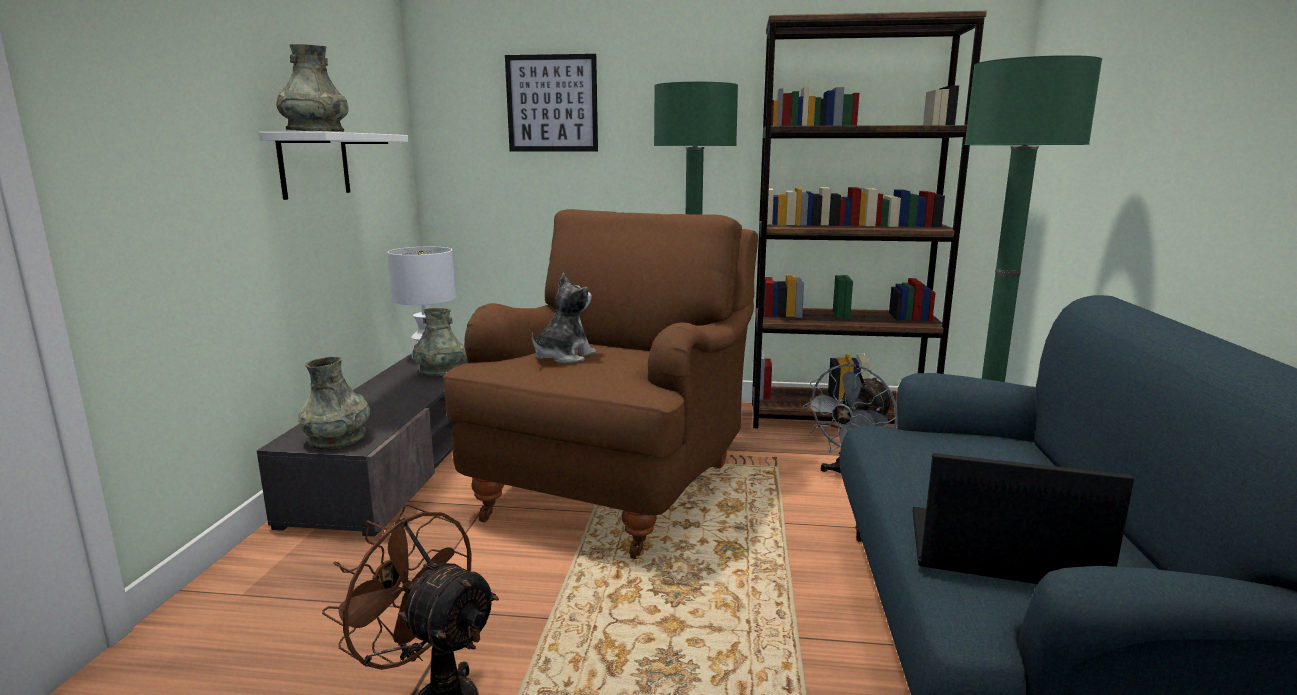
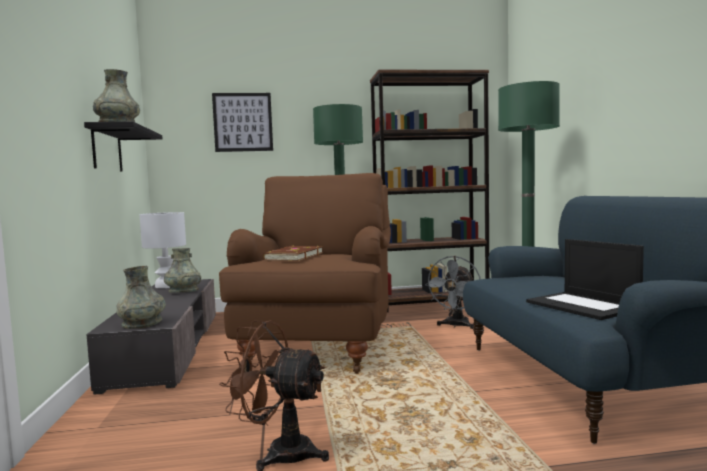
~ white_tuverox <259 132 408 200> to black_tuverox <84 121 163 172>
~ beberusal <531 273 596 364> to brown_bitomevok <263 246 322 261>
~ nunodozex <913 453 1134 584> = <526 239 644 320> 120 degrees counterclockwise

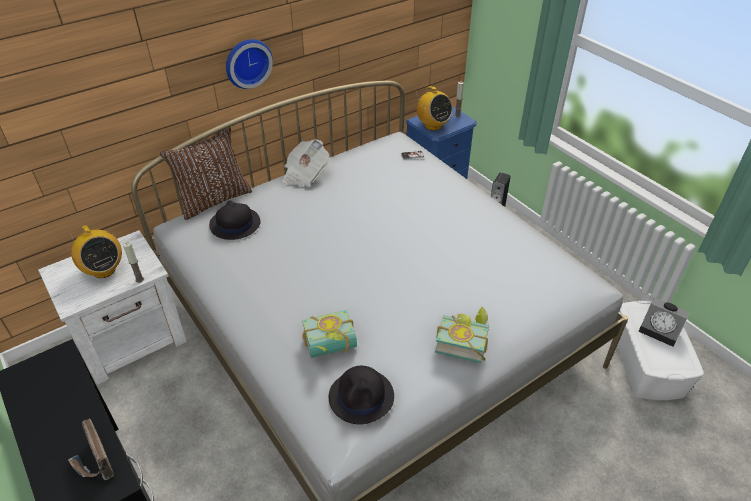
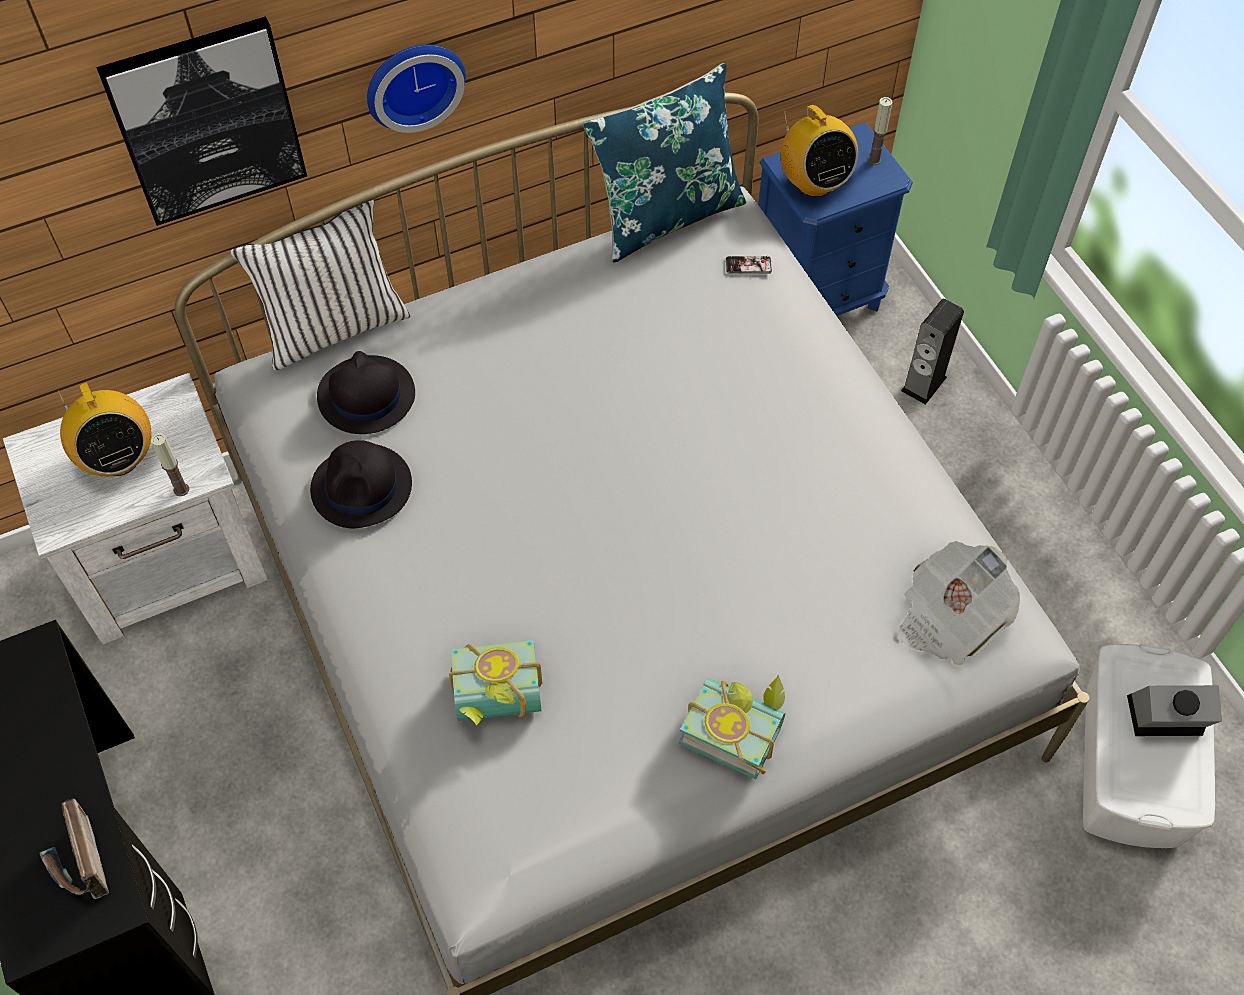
~ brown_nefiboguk <160 127 252 220> to white_nefiboguk <230 199 411 370>
~ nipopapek <282 139 329 187> to <897 541 1020 666>
~ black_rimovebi <329 366 394 425> to <310 440 412 528>
~ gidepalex <638 298 689 347> = <1127 685 1222 736> 135 degrees clockwise
+ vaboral <96 16 307 226>
+ blue_nefiboguk <583 63 746 263>

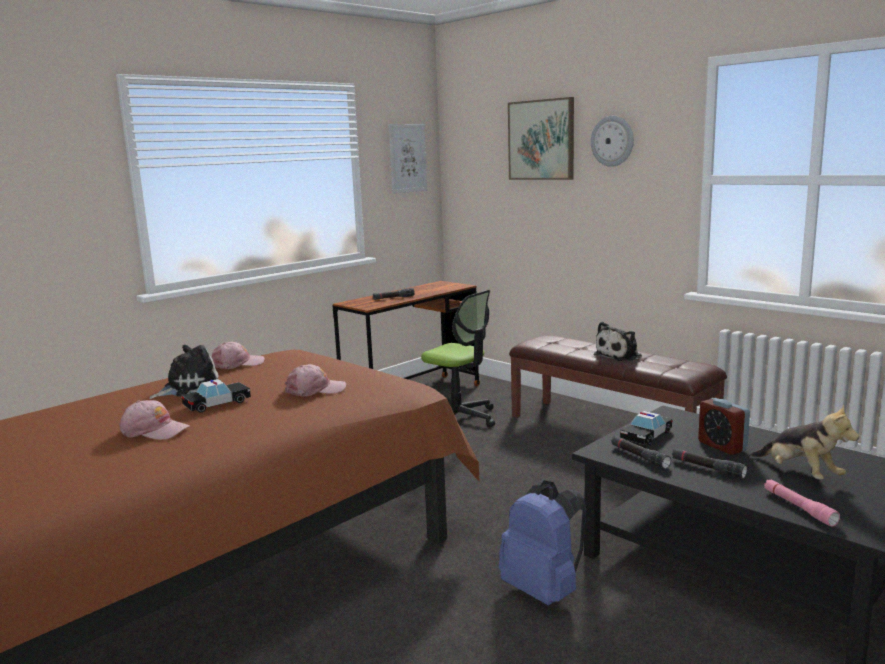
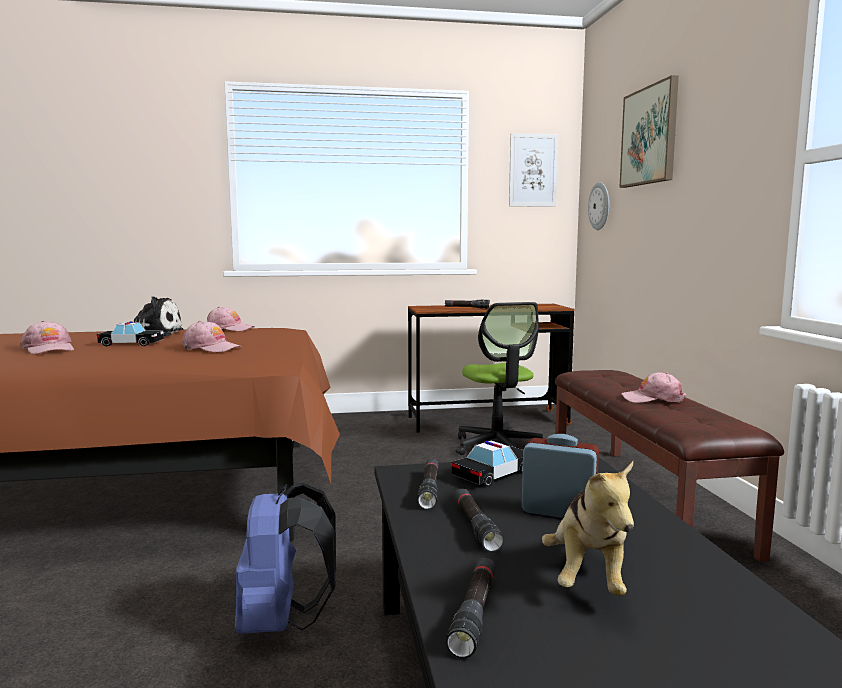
~ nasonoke <591 116 634 167> to <588 182 609 230>
~ beberusal <594 322 642 361> to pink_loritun <621 372 686 403>
~ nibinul <620 411 672 445> = <452 441 523 487> 150 degrees clockwise
~ gidepalex <698 398 750 455> = <522 434 599 518> 105 degrees clockwise
~ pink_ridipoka <764 480 840 526> to black_ridipoka <446 557 495 658>

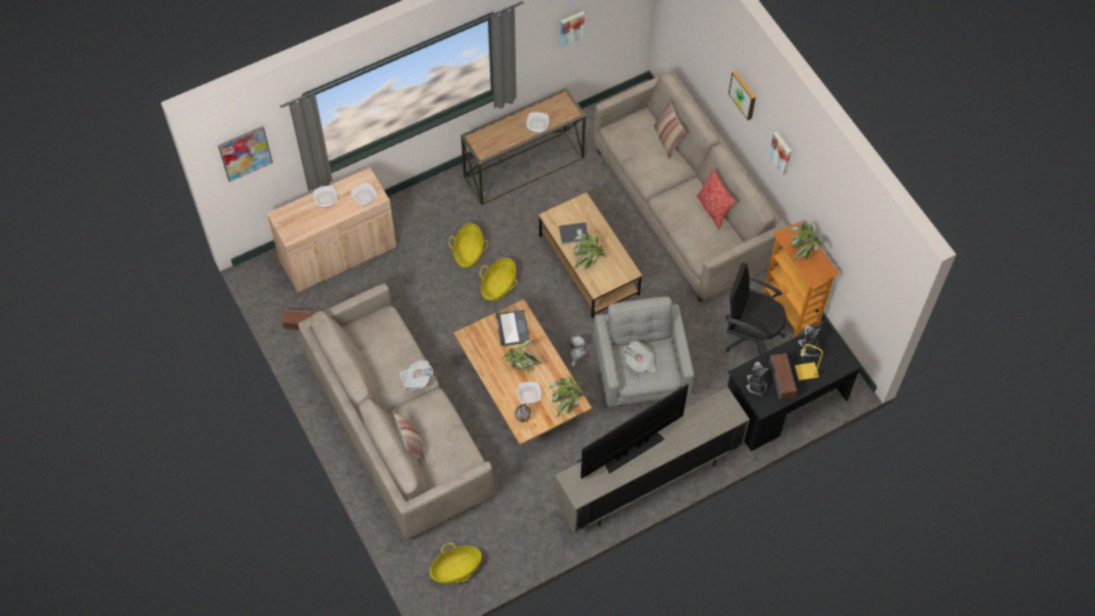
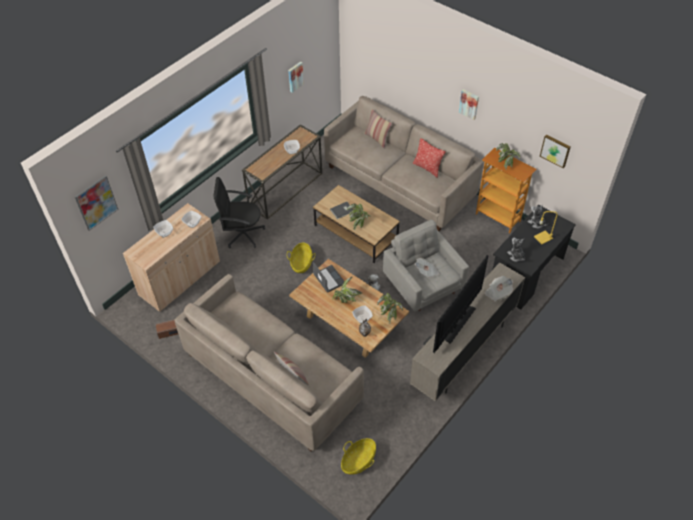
~ nipopapek <400 360 433 390> to <484 276 513 302>
- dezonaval <449 223 488 268>
~ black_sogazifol <725 263 786 355> to <213 177 265 248>
~ vaboral <728 71 756 120> to <540 135 571 168>
- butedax <769 353 797 400>

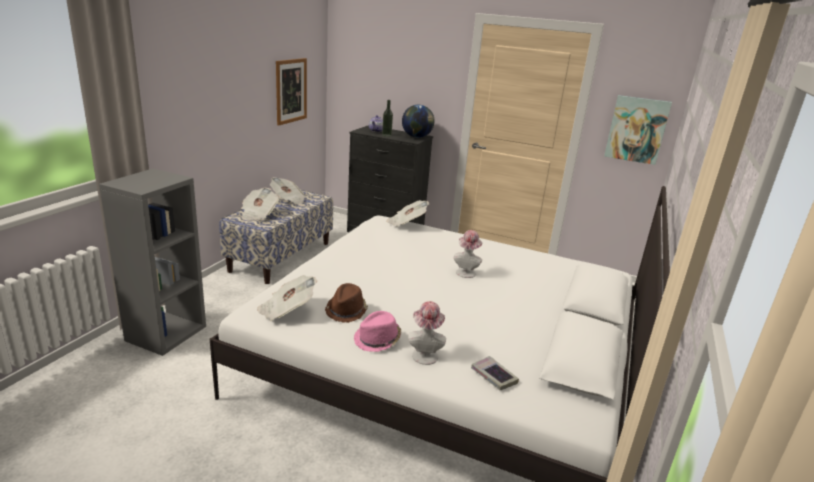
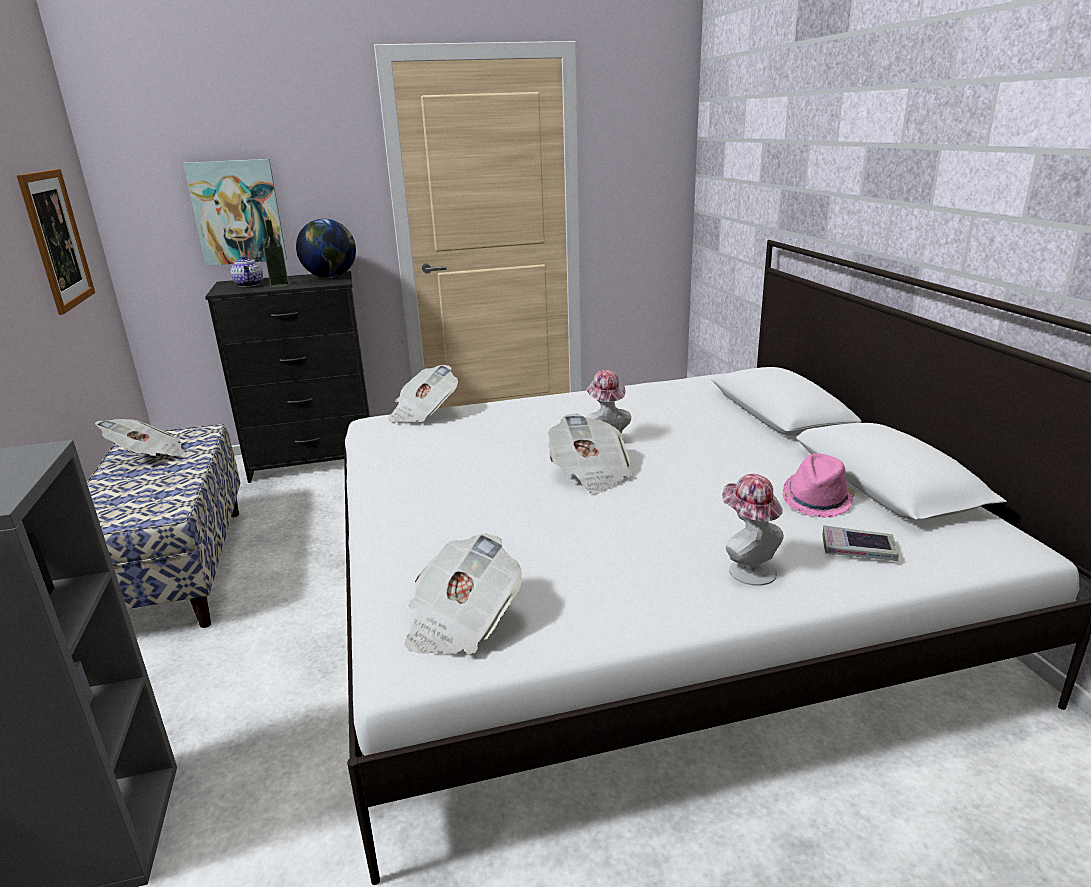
~ nipopapek <241 188 279 220> to <548 414 632 494>
- brown_rimovebi <325 283 368 323>
~ pink_rimovebi <354 311 401 352> to <782 453 855 518>
~ vaboral <604 95 672 165> to <183 159 287 266>

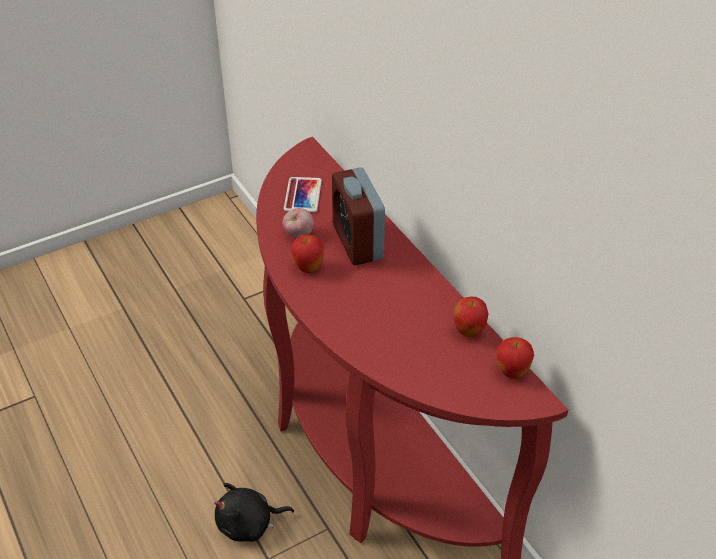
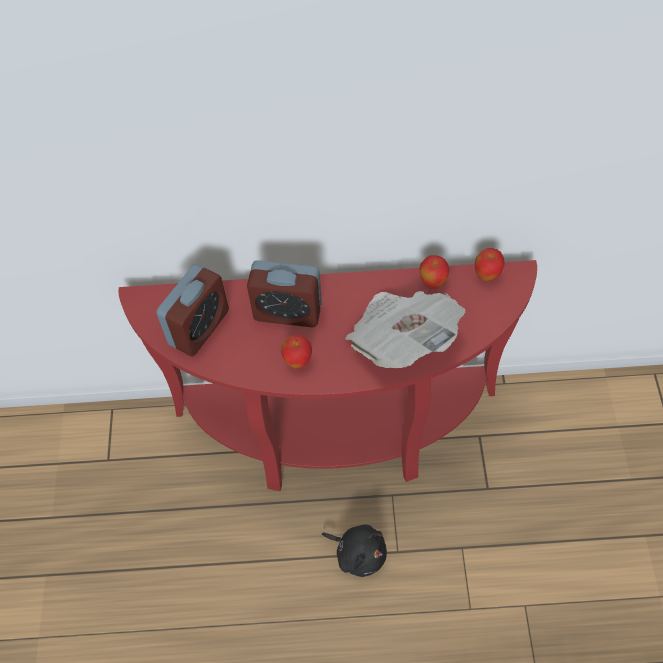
~ black_beberusal <214 483 294 542> = <322 524 387 577> 75 degrees counterclockwise
- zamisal <283 208 314 238>
~ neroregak <284 177 322 212> to gidepalex <156 264 229 357>
+ nipopapek <345 291 466 368>

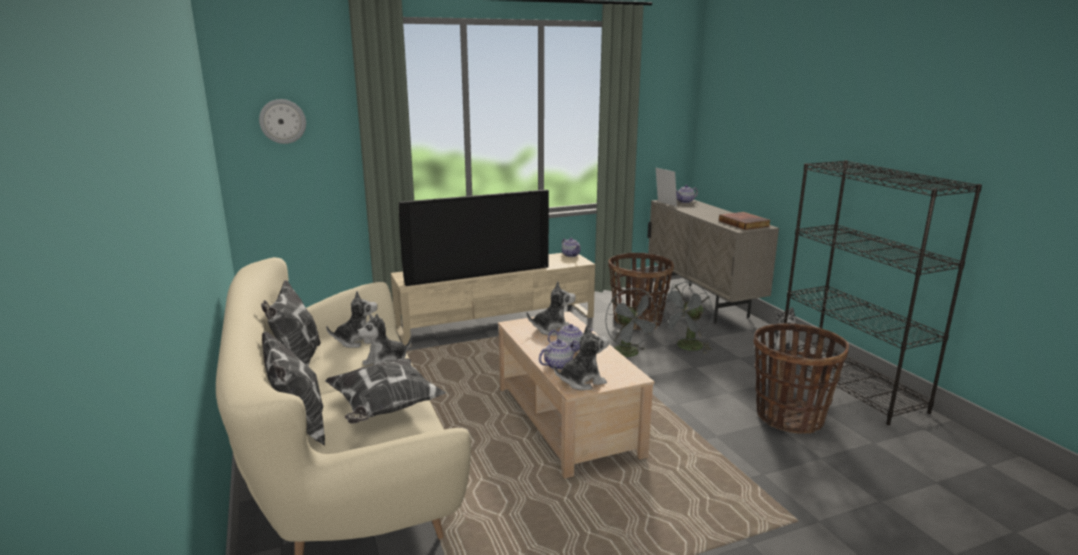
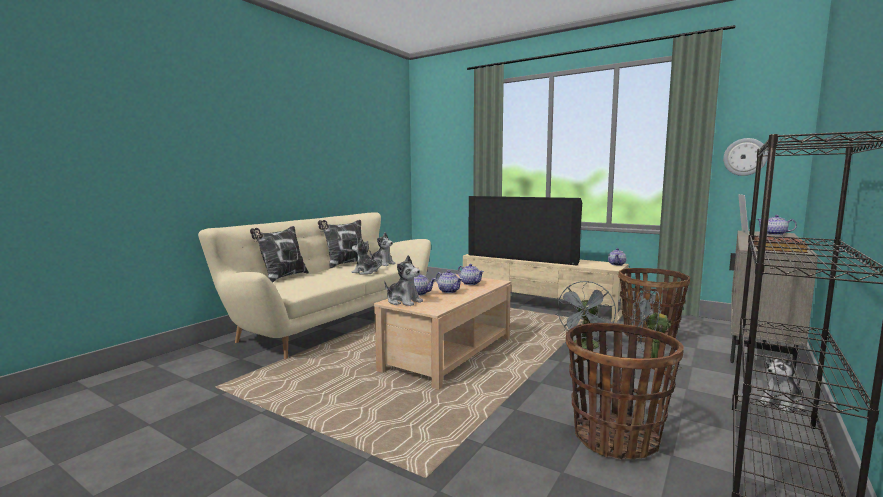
~ nasonoke <259 99 306 144> to <723 138 768 176>
- nefiboguk <325 358 446 424>
~ beberusal <527 281 576 336> to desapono <458 264 484 285>

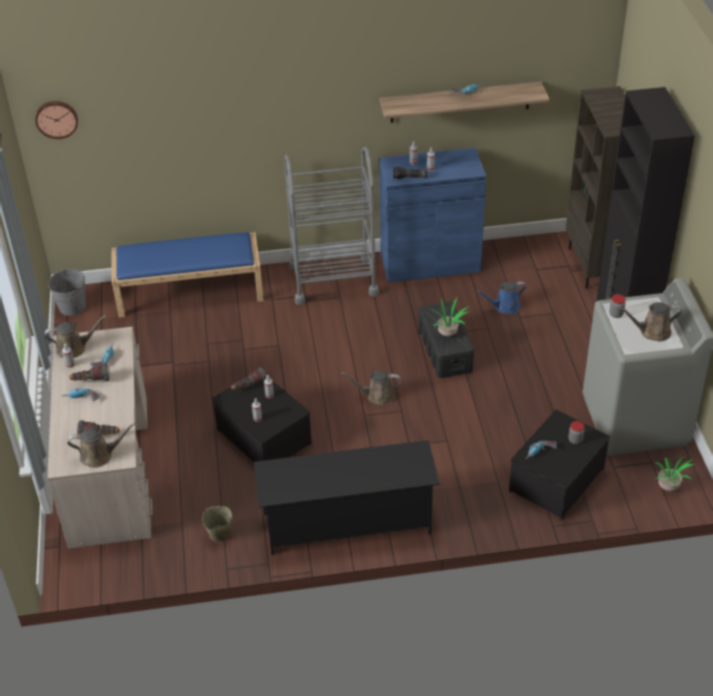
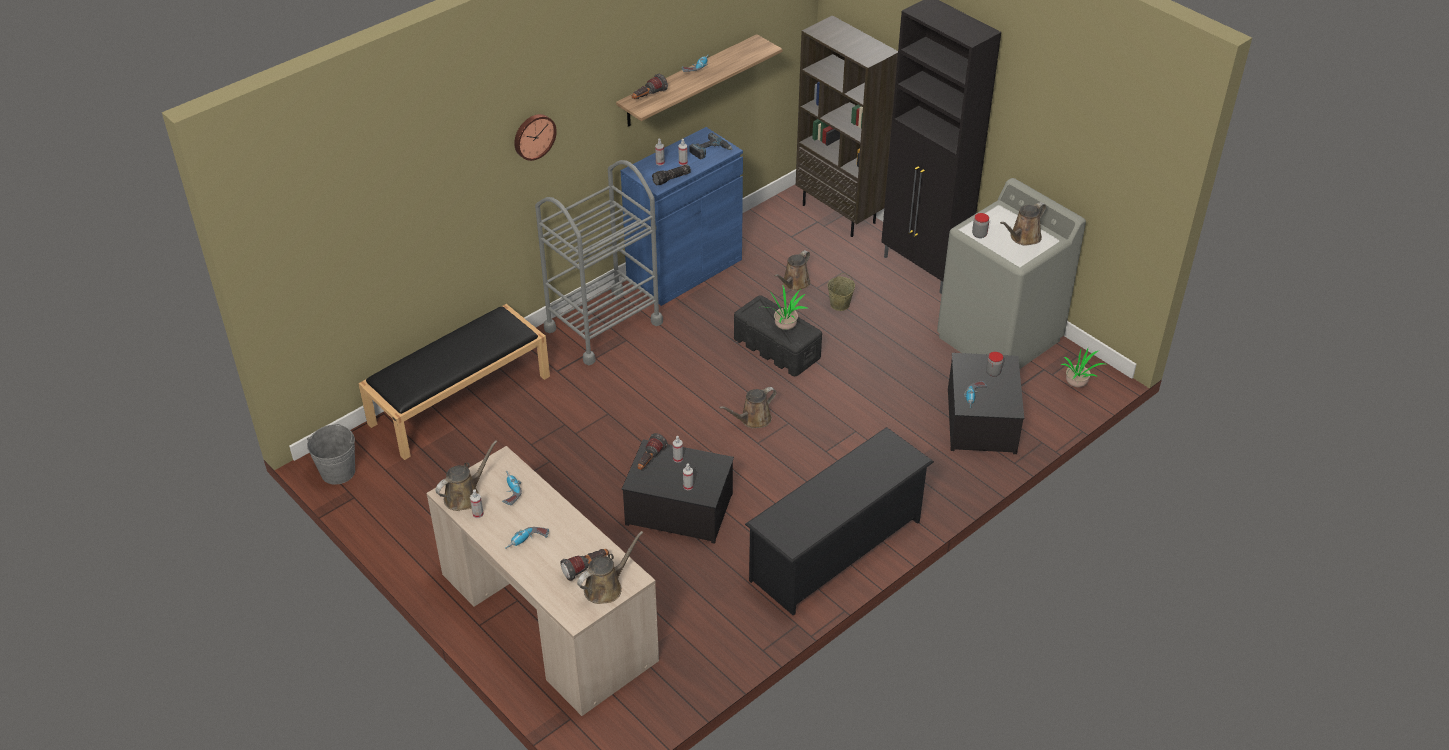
~ nasonoke <35 101 78 139> to <514 114 557 161>
~ ridipoka <69 363 110 382> to <632 74 668 99>
~ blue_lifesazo <111 232 264 318> to black_lifesazo <358 304 550 460>
~ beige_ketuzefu <202 506 232 542> to <827 273 855 311>
~ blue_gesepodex <476 281 527 314> to brown_gesepodex <774 250 810 291>
+ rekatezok <689 133 732 159>

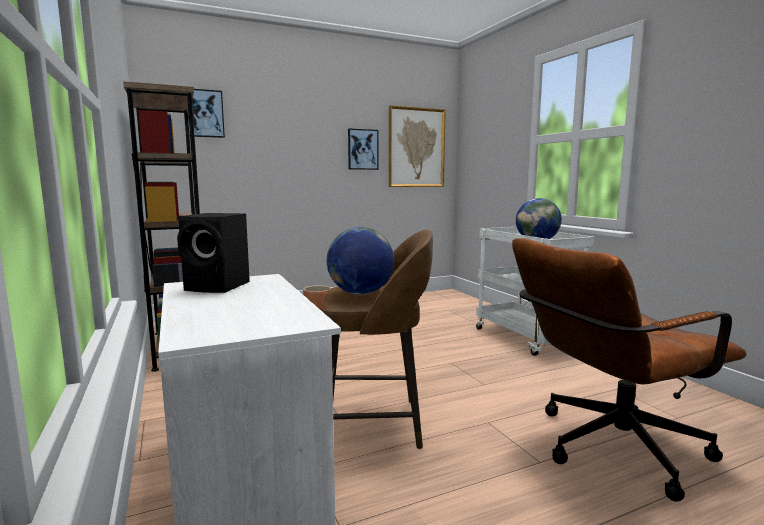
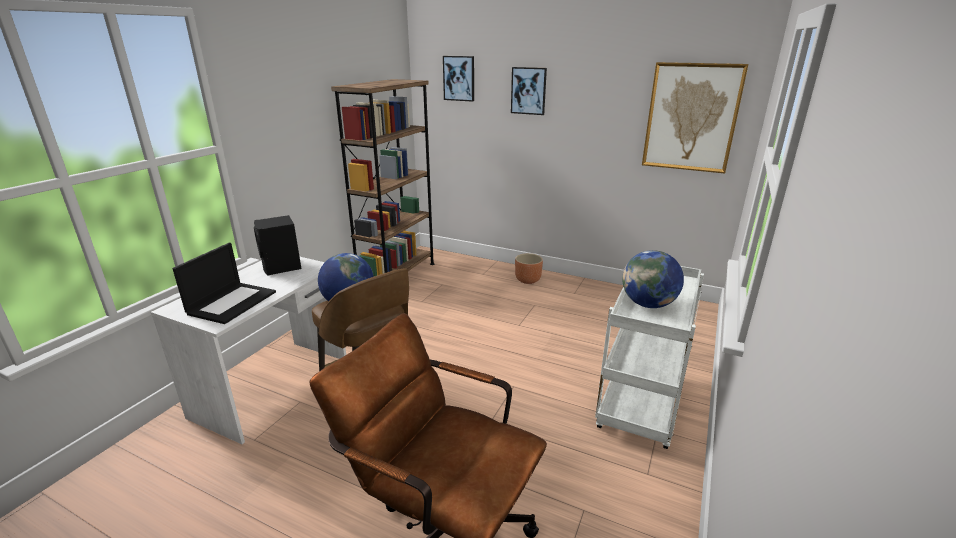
~ vaboral <348 128 378 170> to <511 67 547 115>
+ nunodozex <172 243 276 324>

